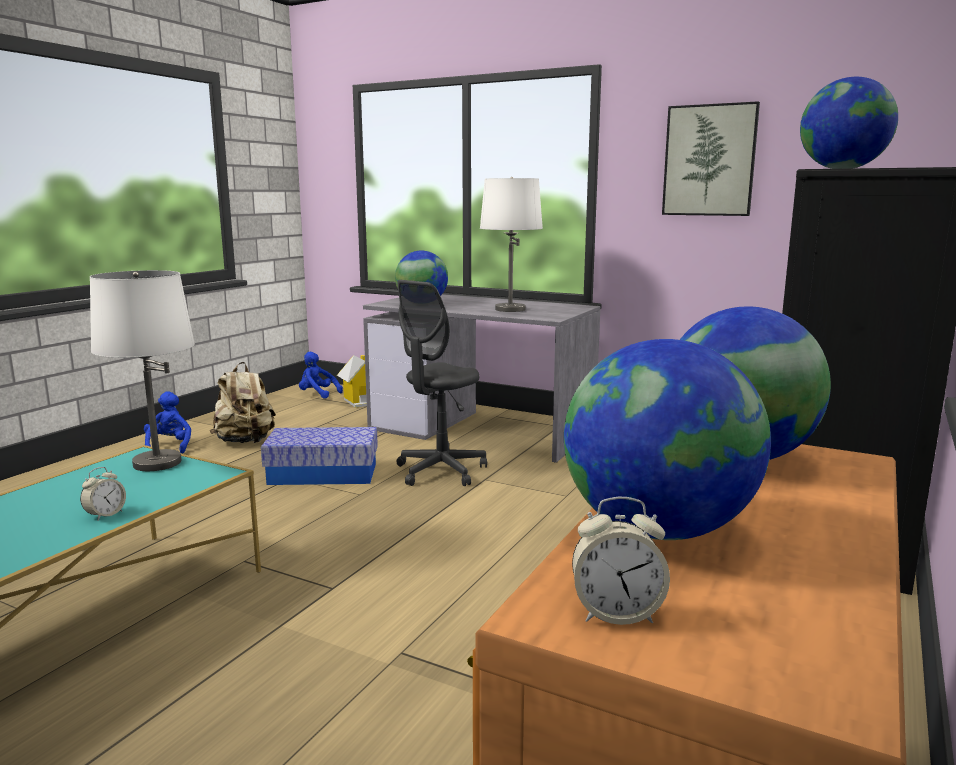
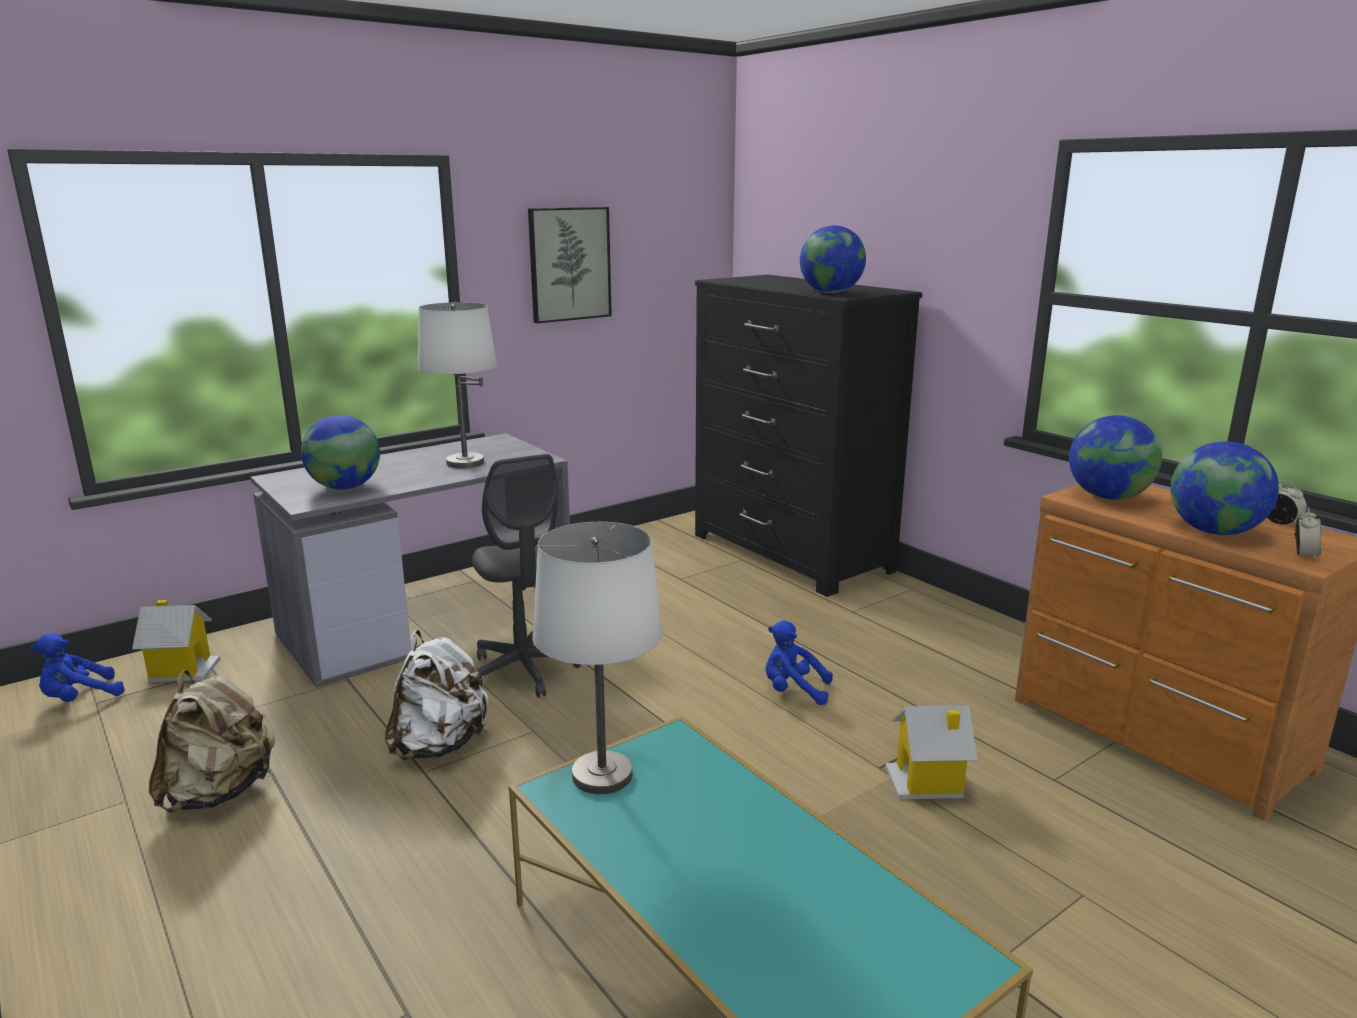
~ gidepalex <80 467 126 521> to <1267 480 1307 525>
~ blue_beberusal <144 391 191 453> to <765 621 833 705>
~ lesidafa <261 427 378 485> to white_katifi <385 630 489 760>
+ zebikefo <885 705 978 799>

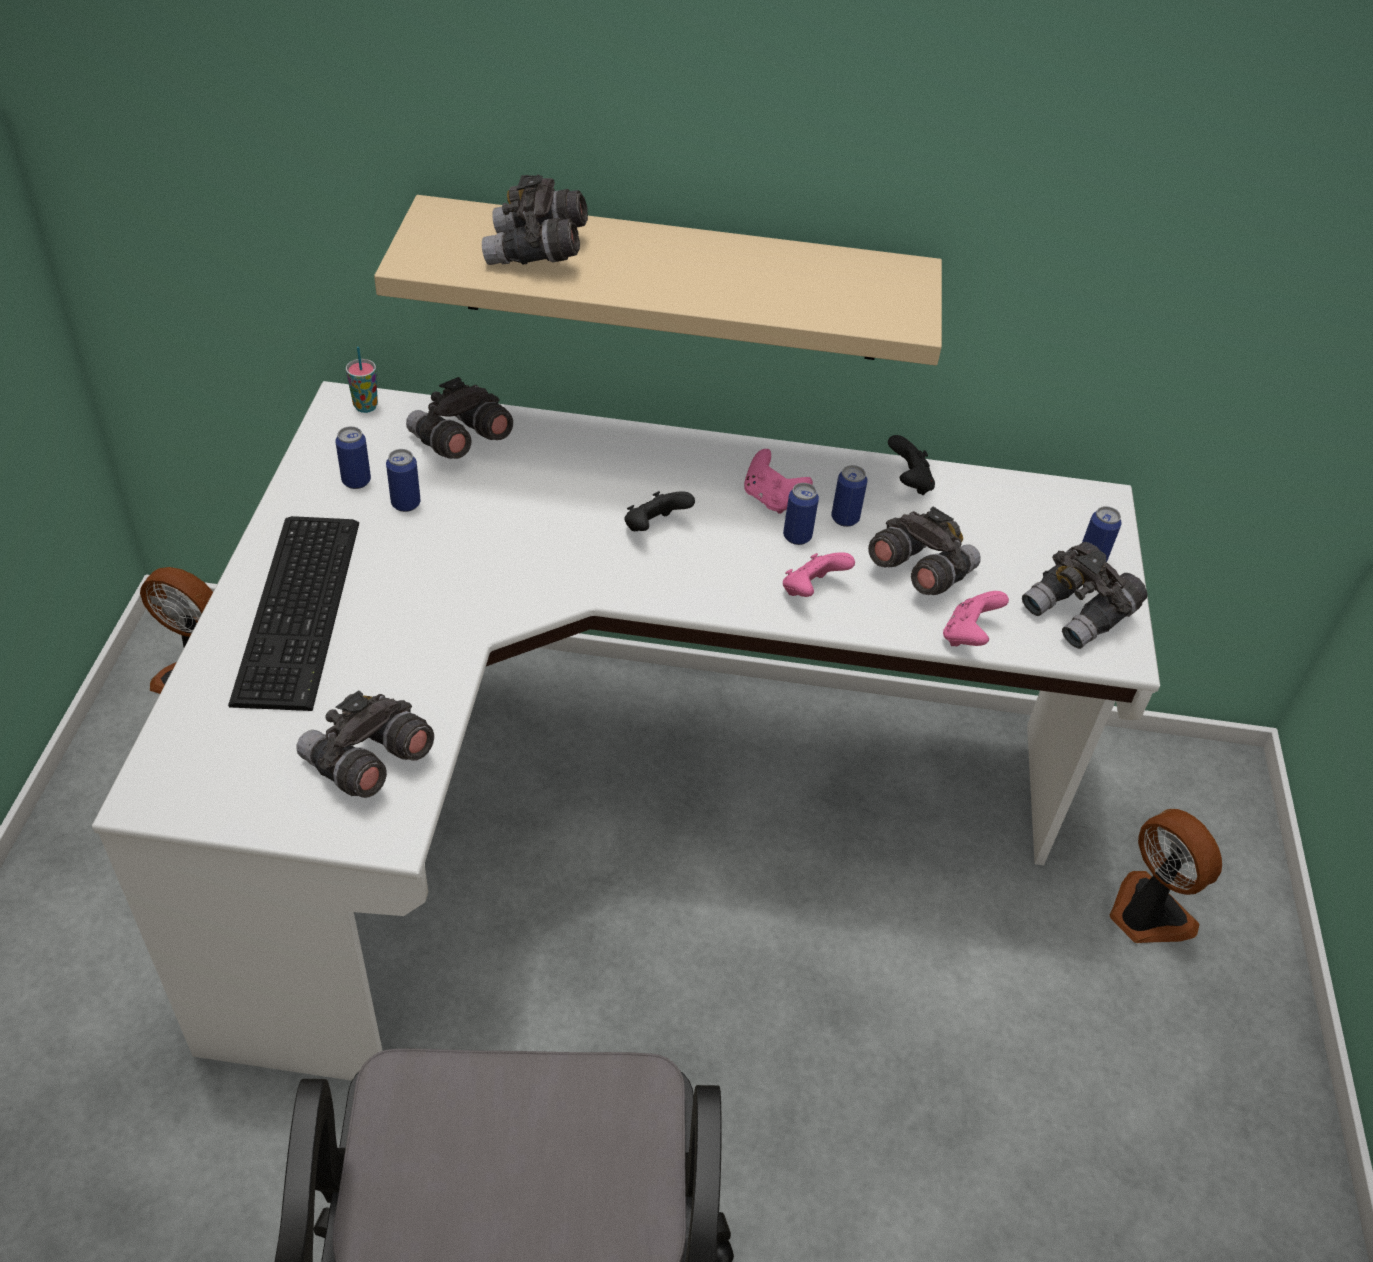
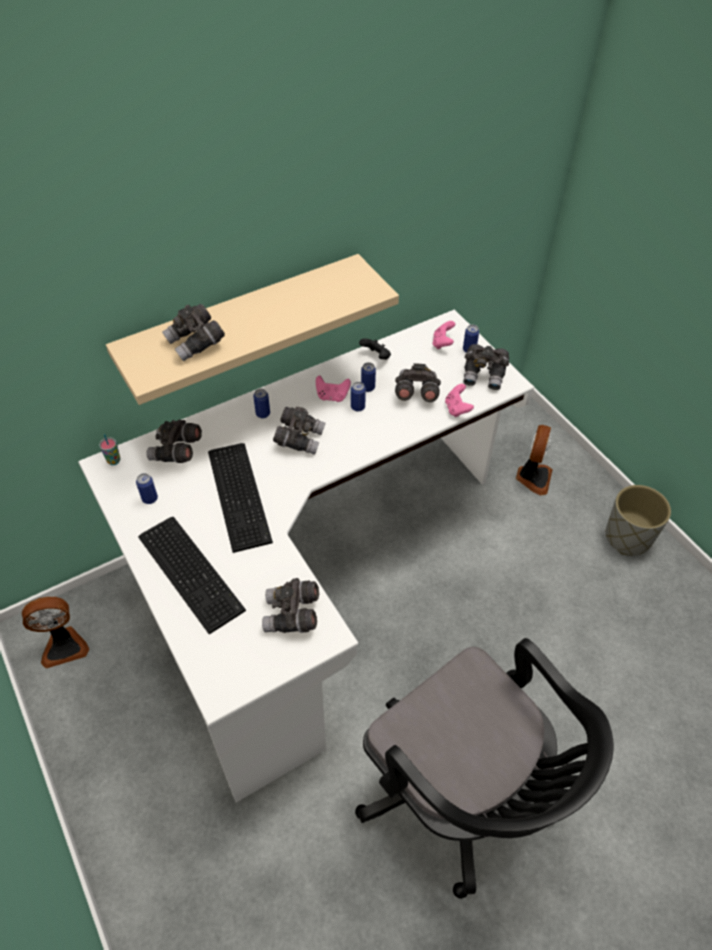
~ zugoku <386 449 421 512> to <253 388 270 418>
~ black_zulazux <624 491 695 531> to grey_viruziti <273 407 326 455>
~ pink_zulazux <783 552 855 597> to <433 321 455 349>
~ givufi <1110 809 1222 943> = <516 425 553 495> 90 degrees clockwise
+ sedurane <208 443 273 553>
+ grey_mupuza <606 485 671 555>

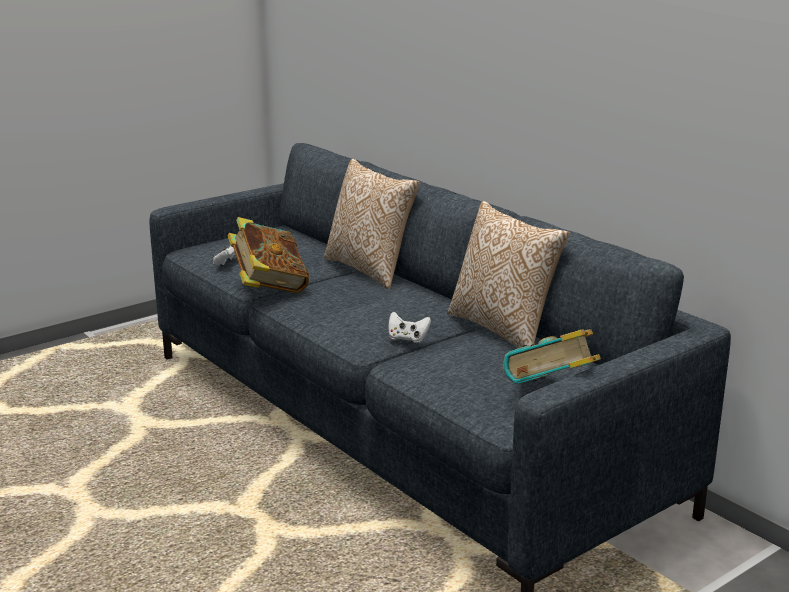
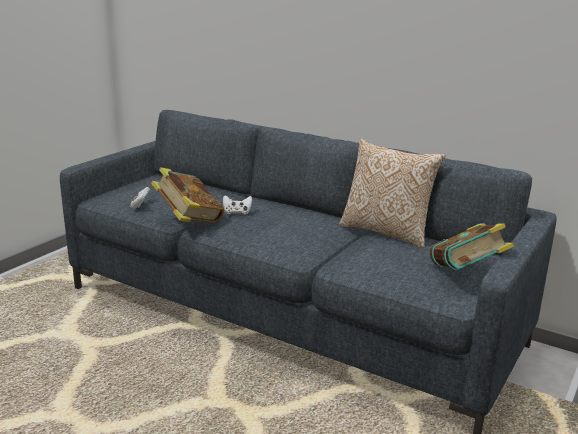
- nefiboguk <324 159 420 289>
~ white_zulazux <388 312 431 343> to <223 196 252 215>

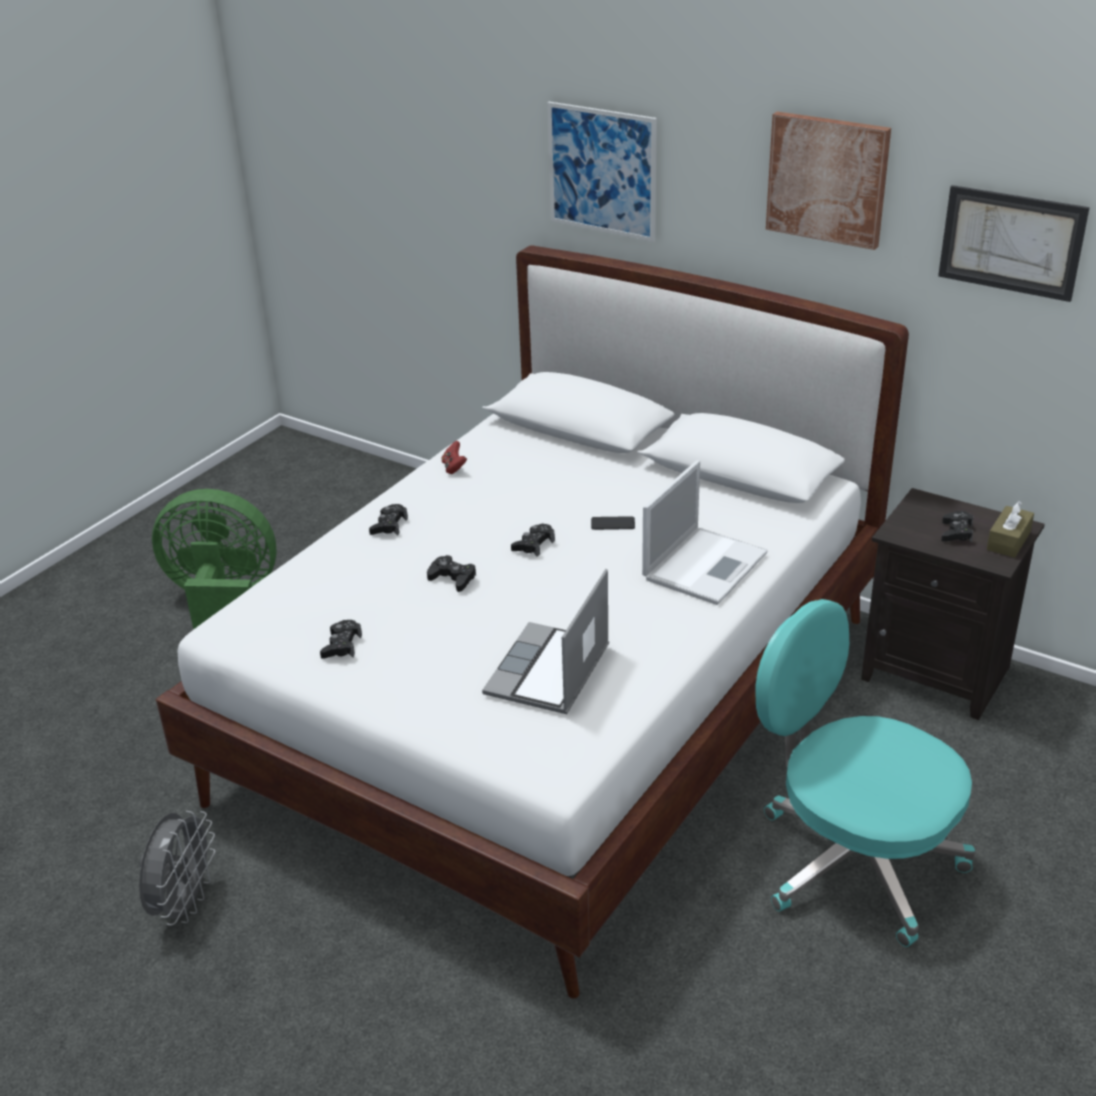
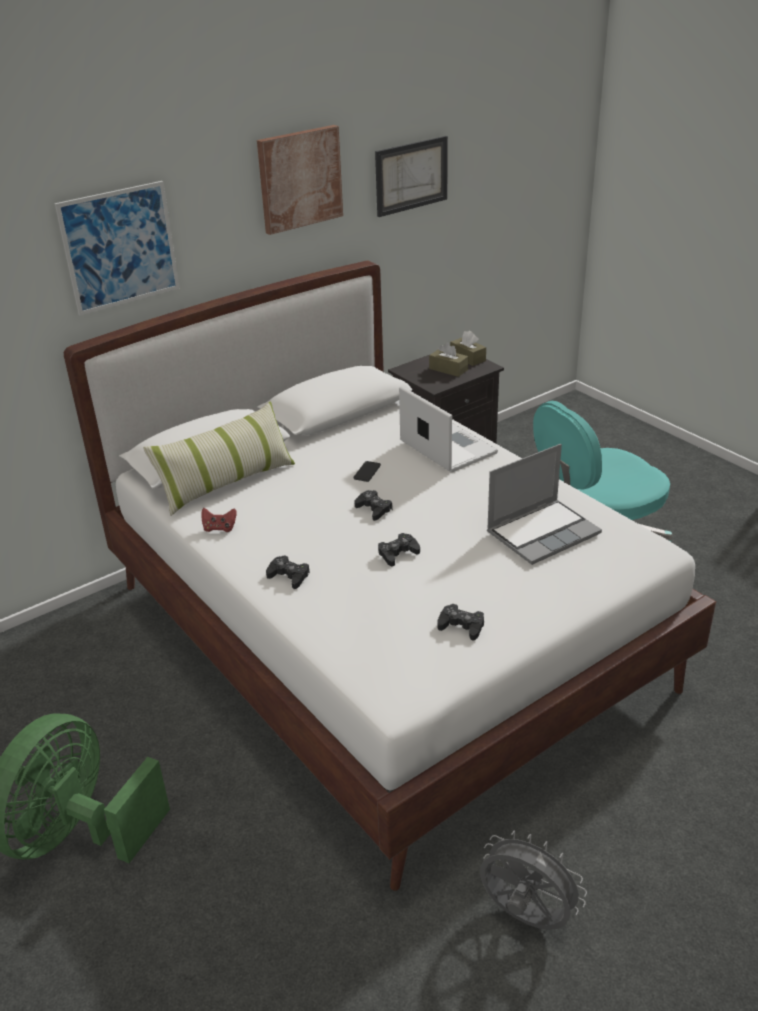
~ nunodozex <482 569 609 714> = <487 444 602 565> 75 degrees counterclockwise
~ black_zulazux <941 511 974 543> to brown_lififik <429 342 468 377>
+ nefiboguk <143 401 295 516>

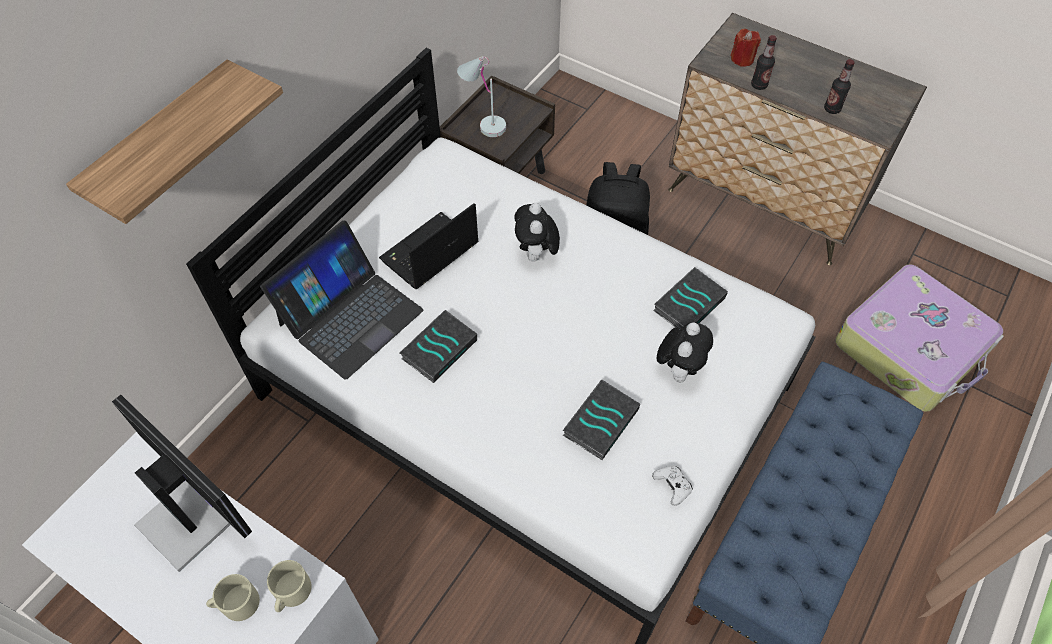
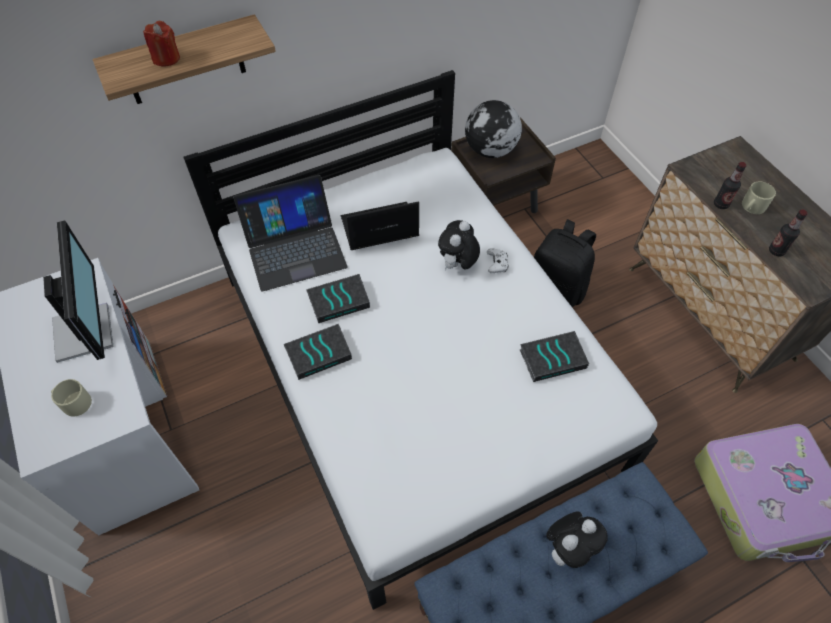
~ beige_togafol <267 560 312 612> to <742 182 776 214>
~ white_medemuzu <457 56 506 137> to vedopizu <465 100 522 158>
~ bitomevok <563 379 640 460> to <284 324 352 380>
~ white_zulazux <652 466 693 506> to <487 249 509 273>
~ beberusal <657 322 713 382> to <546 511 608 568>
~ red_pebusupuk <731 29 761 67> to <143 21 180 67>

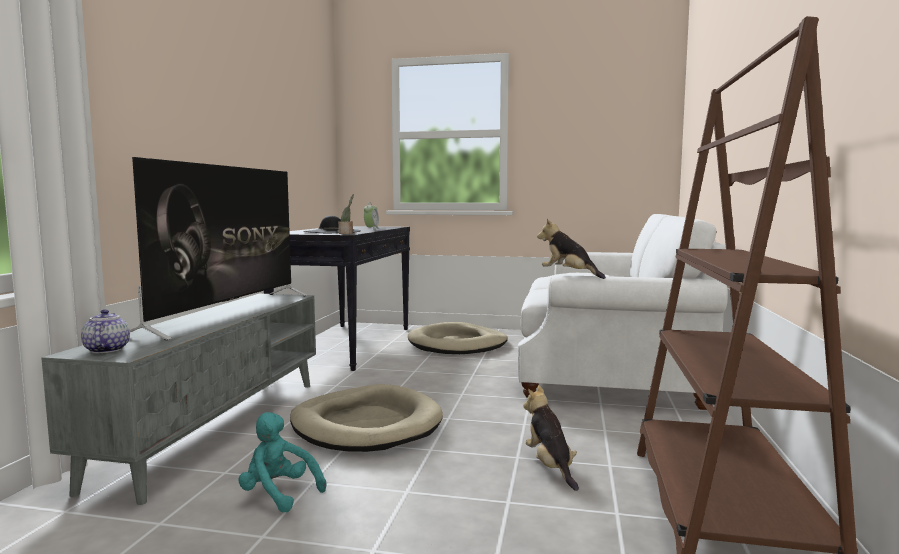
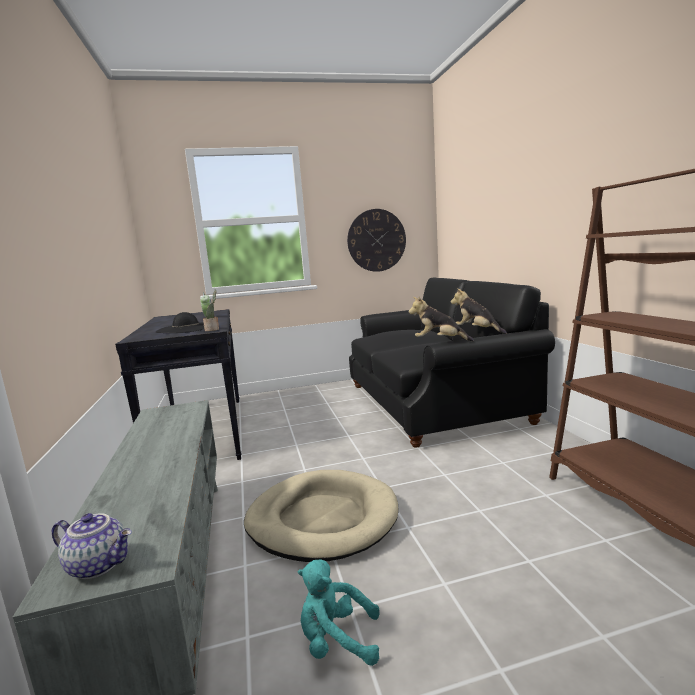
~ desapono <81 309 130 354> = <52 513 132 579> 150 degrees clockwise
- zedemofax <130 157 308 340>
- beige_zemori <408 322 508 354>
~ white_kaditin <518 214 728 410> to black_kaditin <349 277 555 448>
~ beberusal <523 385 579 491> to <451 288 507 334>
+ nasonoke <347 209 406 272>

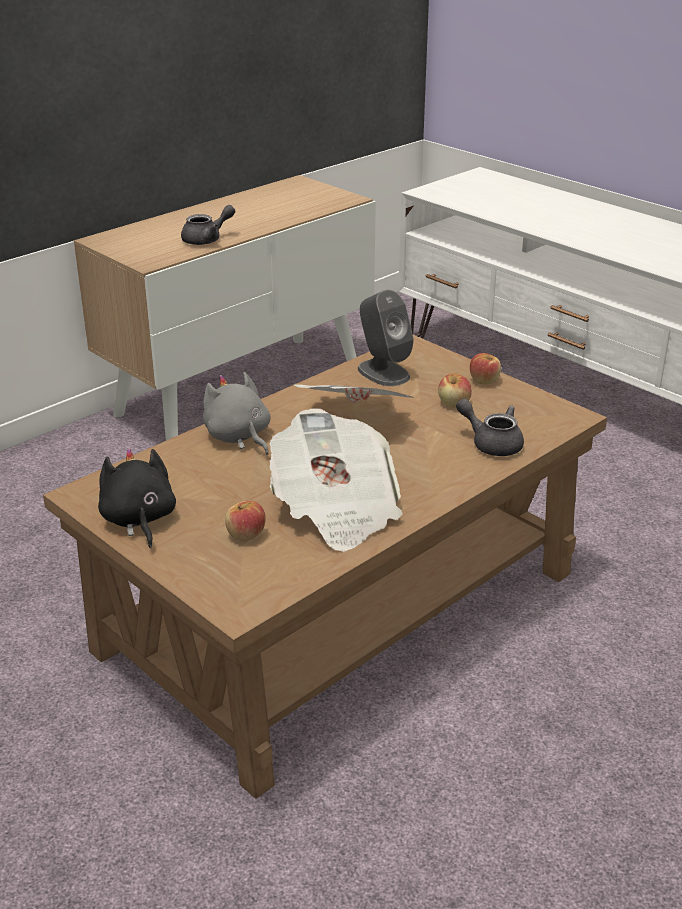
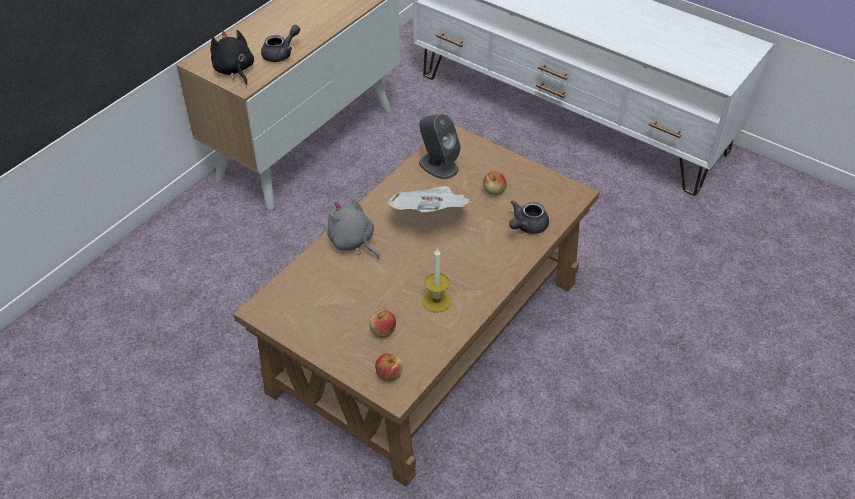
~ black_beberusal <98 448 176 548> to <210 30 254 85>
~ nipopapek <270 408 402 552> to pebusupuk <423 248 451 312>
~ grey_desapono <456 399 524 456> = <509 200 549 234> 75 degrees counterclockwise
~ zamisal <470 353 501 385> to <375 353 403 382>

